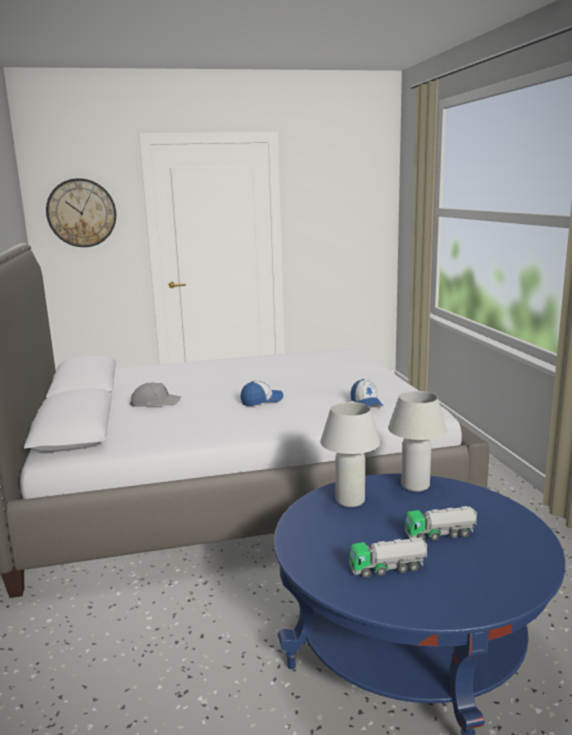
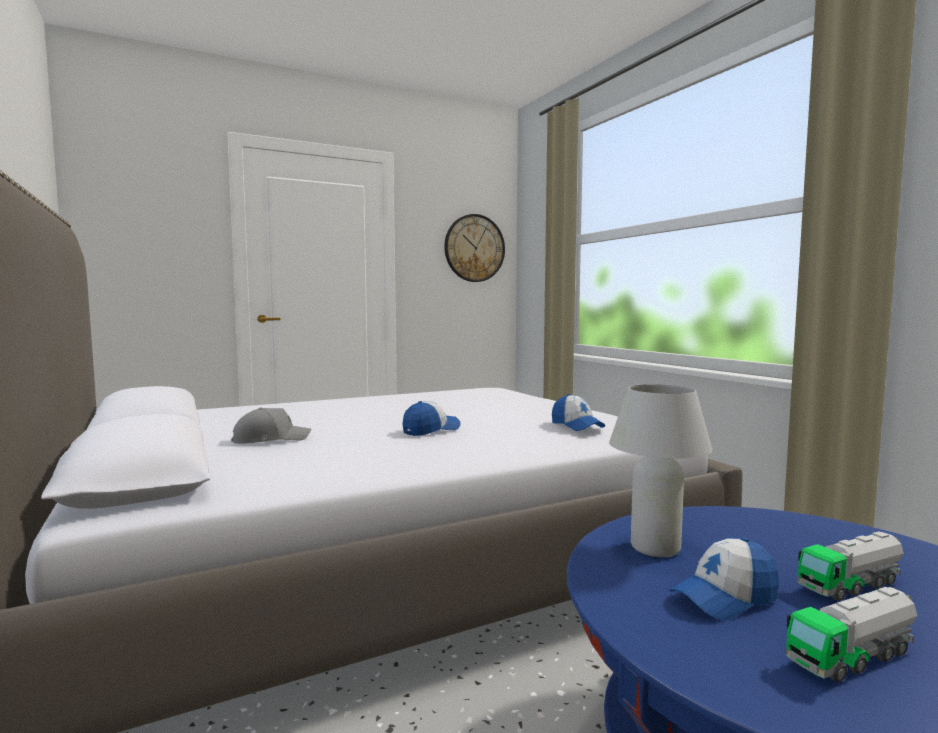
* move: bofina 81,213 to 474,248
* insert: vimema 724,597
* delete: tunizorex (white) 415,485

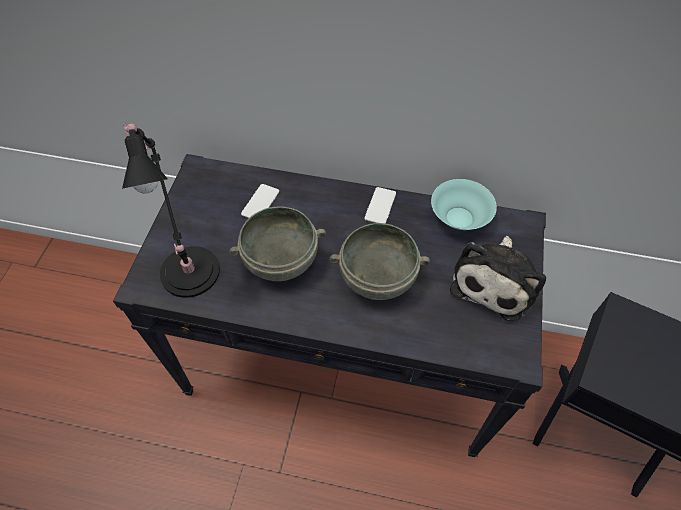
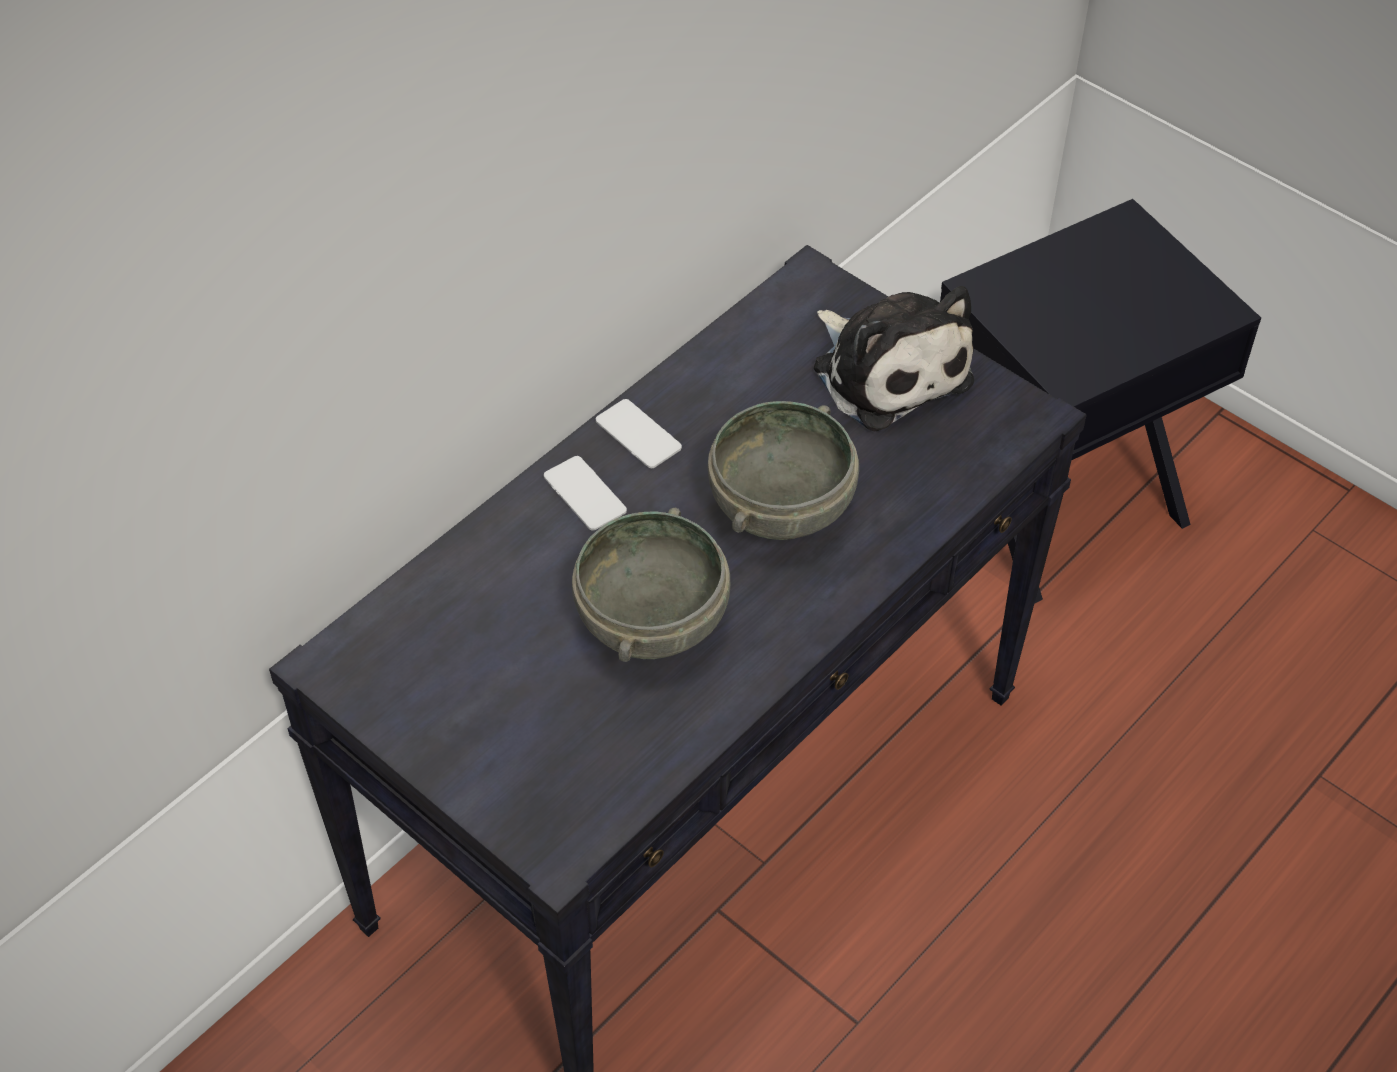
* move: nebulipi 260,203 to 585,494
* delete: tunizorex (black) 190,267
* delete: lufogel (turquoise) 459,218

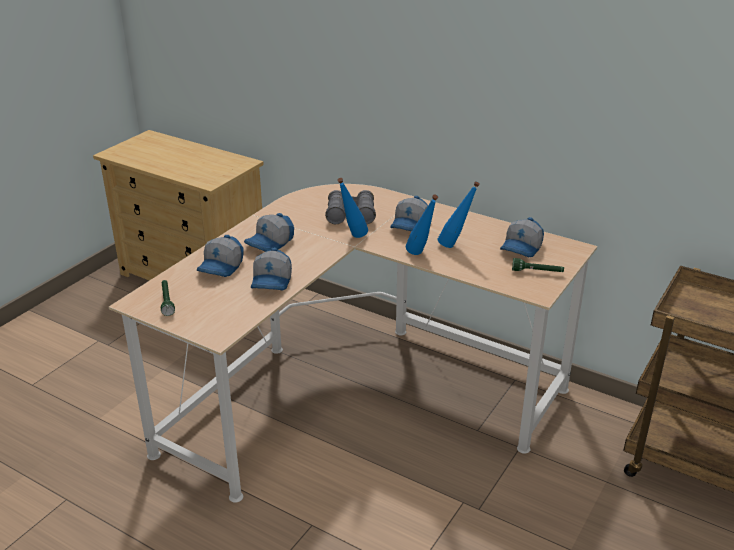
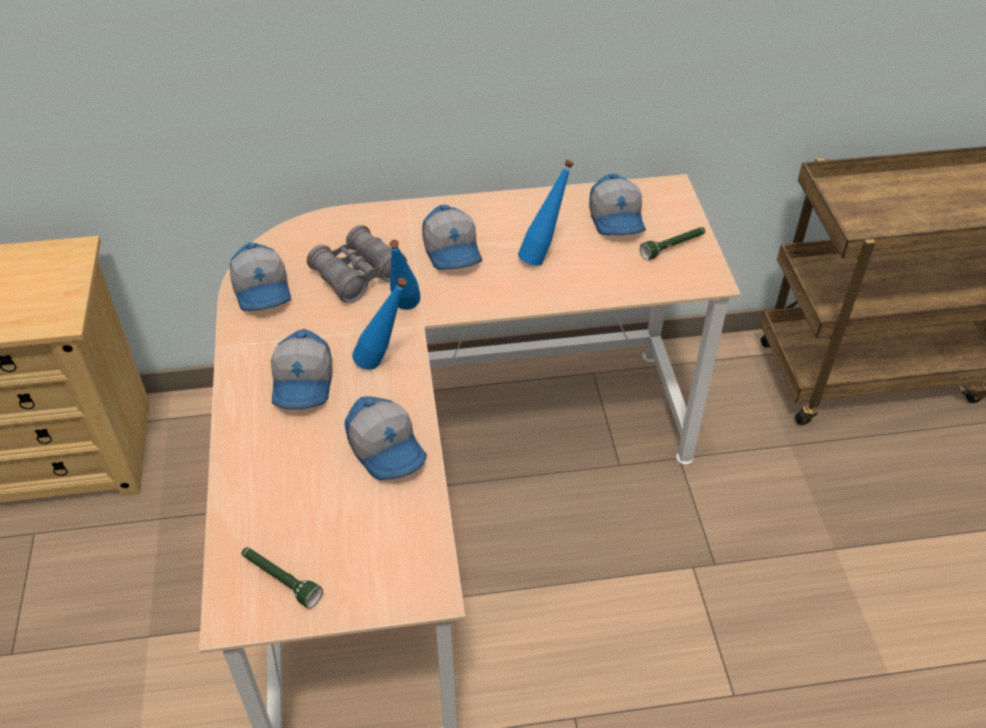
* move: vimema 222,267 to 263,290
* move: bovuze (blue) 421,255 to 383,364

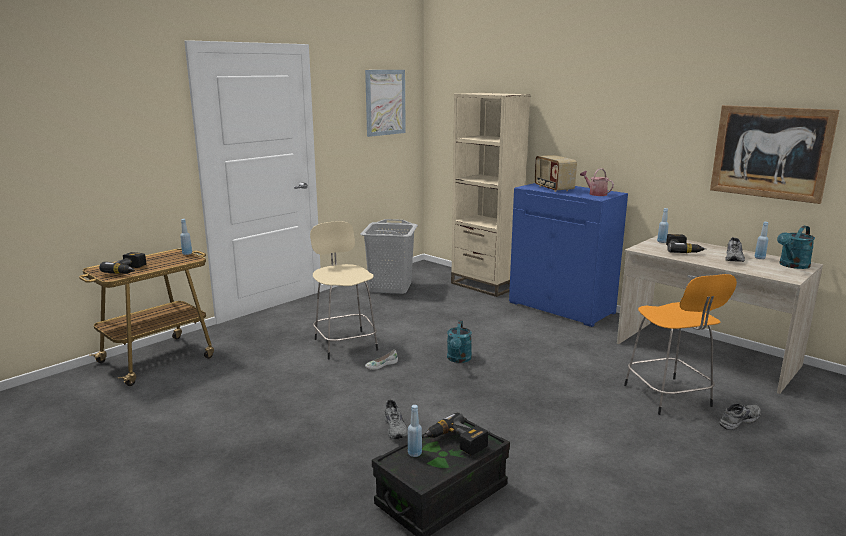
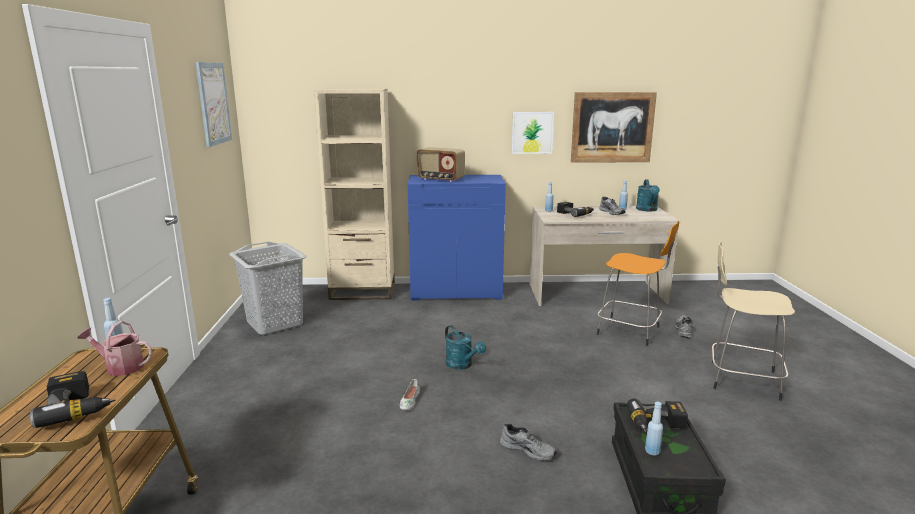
* move: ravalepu 595,194 to 120,367
* insert: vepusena 532,132
* move: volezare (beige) 345,343 to 740,379

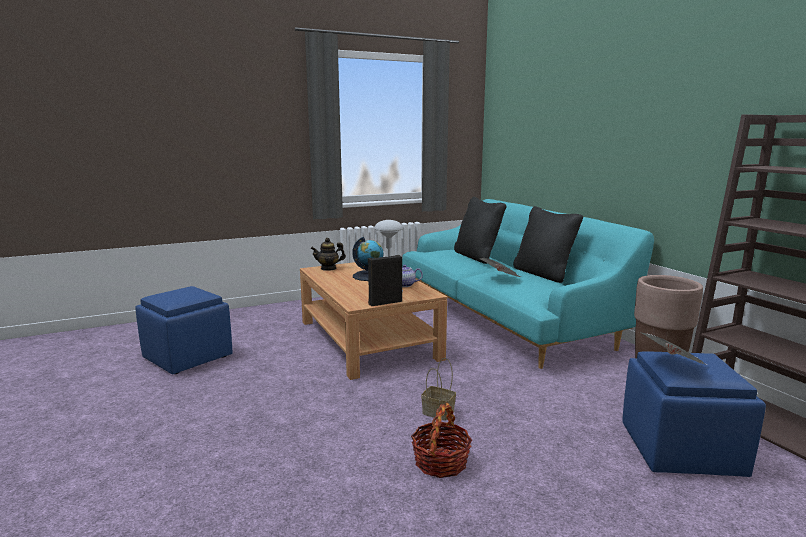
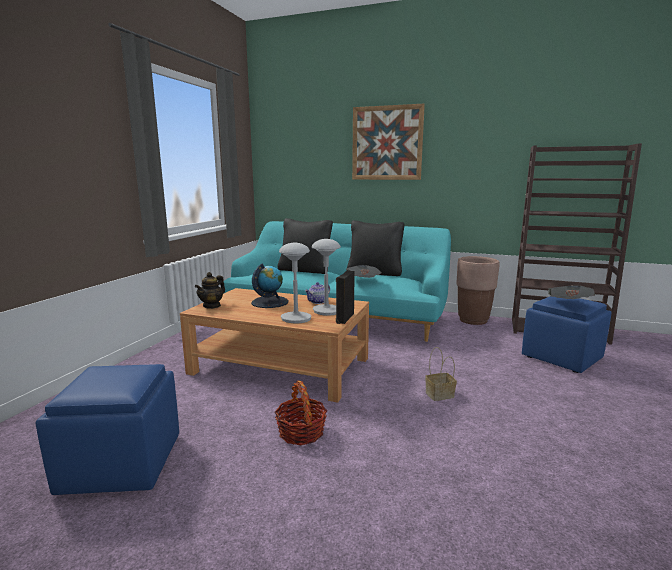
* move: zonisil 441,462 to 301,432
* insert: tunizorex (grey) 295,319
* insert: vepusena 387,143

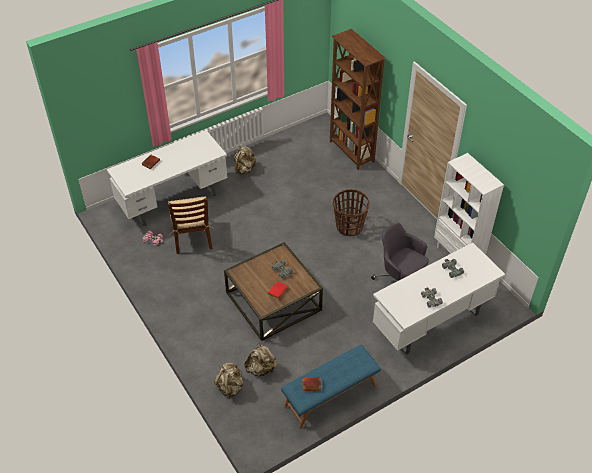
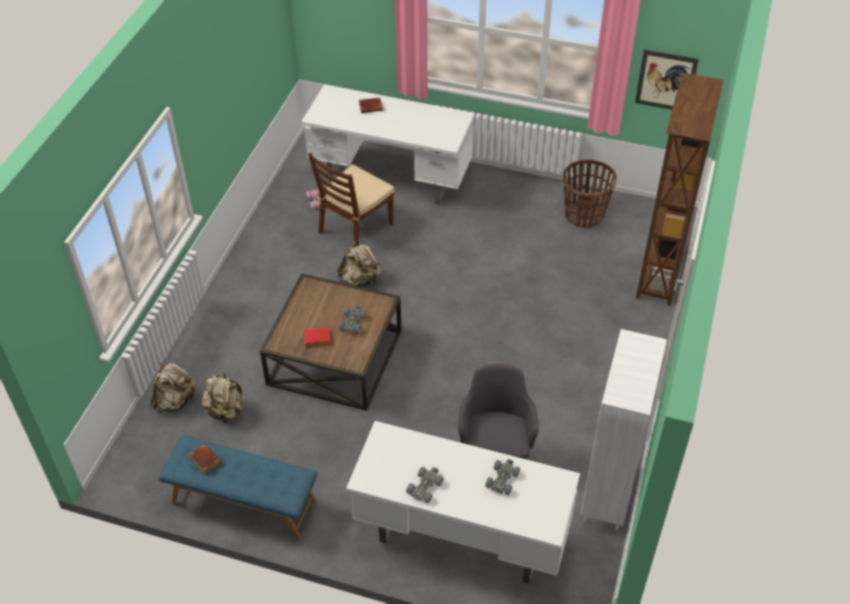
* move: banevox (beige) 244,169 to 360,280
* move: zonisil 349,226 to 584,215
* insert: vepusena 666,81

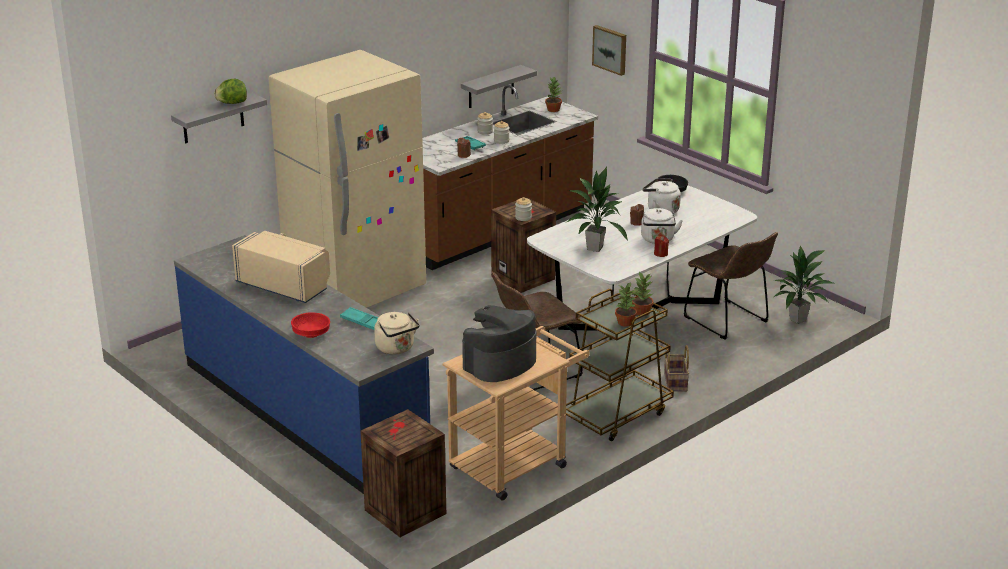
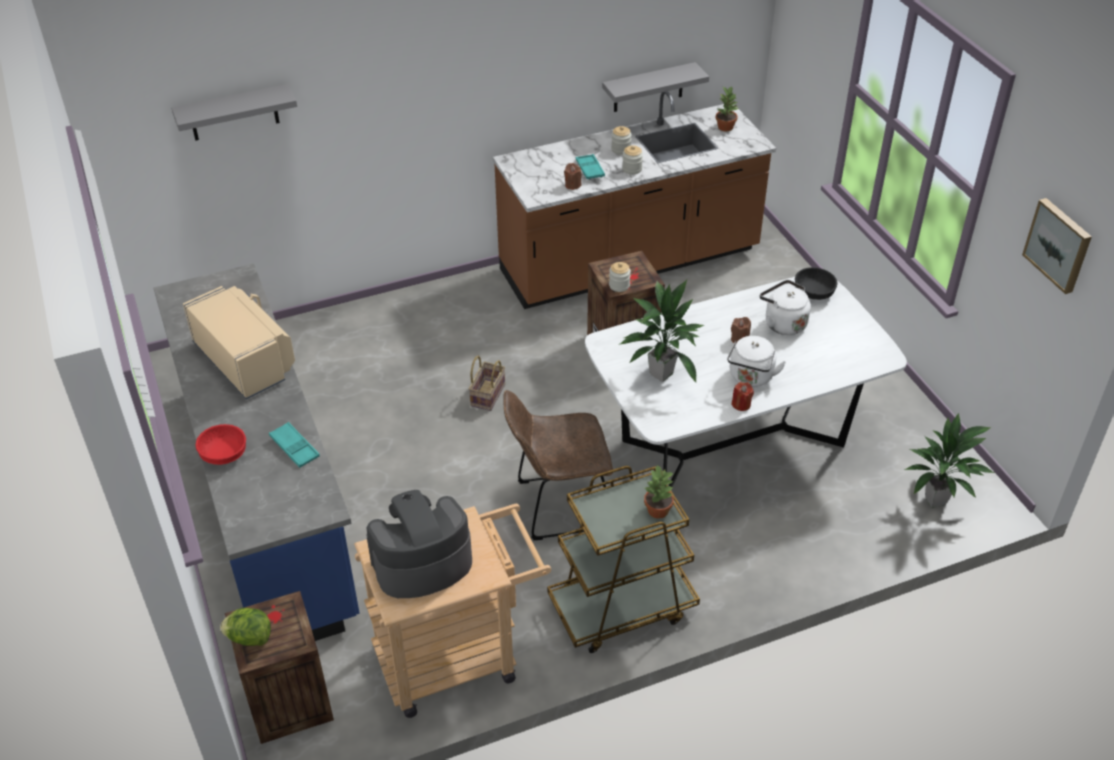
* move: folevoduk 232,103 to 249,638
* move: zonisil 674,381 to 487,394
* move: vepusena 610,49 to 1059,245
* delete: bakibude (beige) 356,290
* delete: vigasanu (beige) 396,348
* delete: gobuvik 625,322
* delete: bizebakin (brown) 728,321

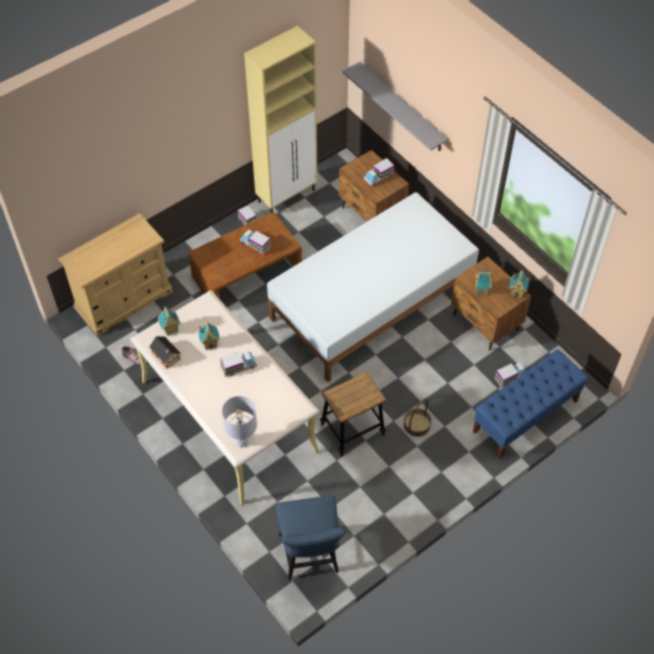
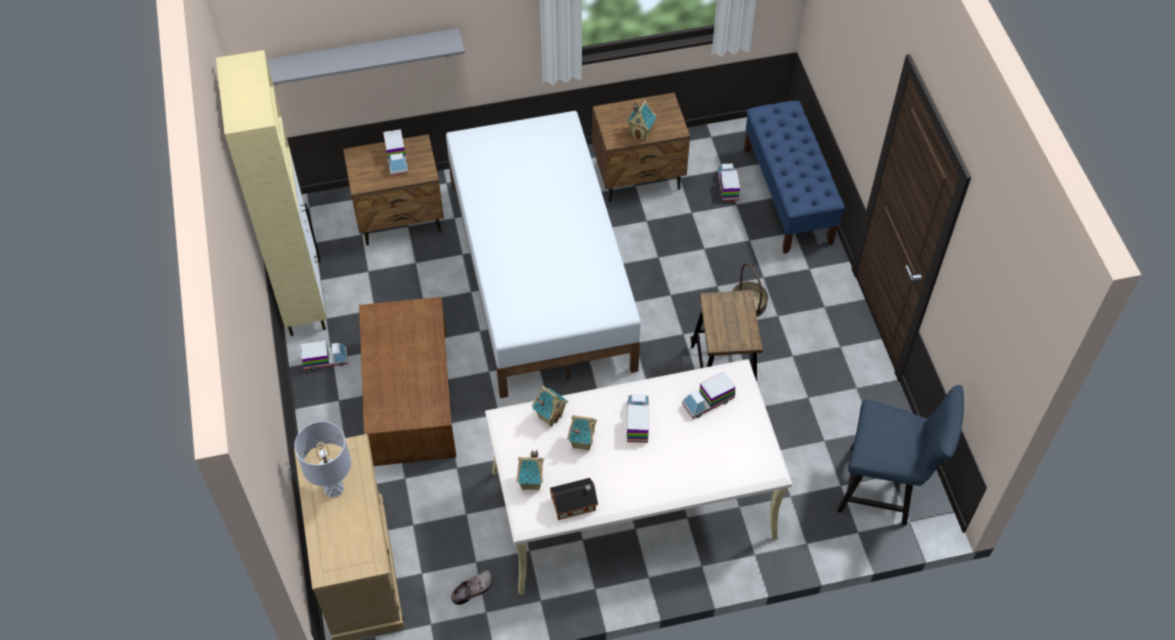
* move: tunizorex (grey) 242,442 to 334,489
* move: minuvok 517,293 to 550,416
* move: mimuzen 255,245 to 708,402

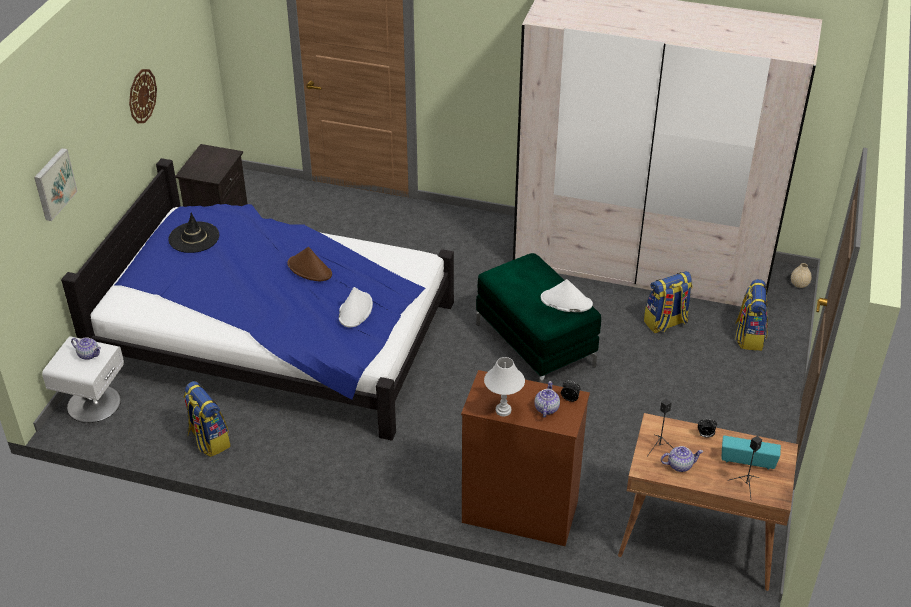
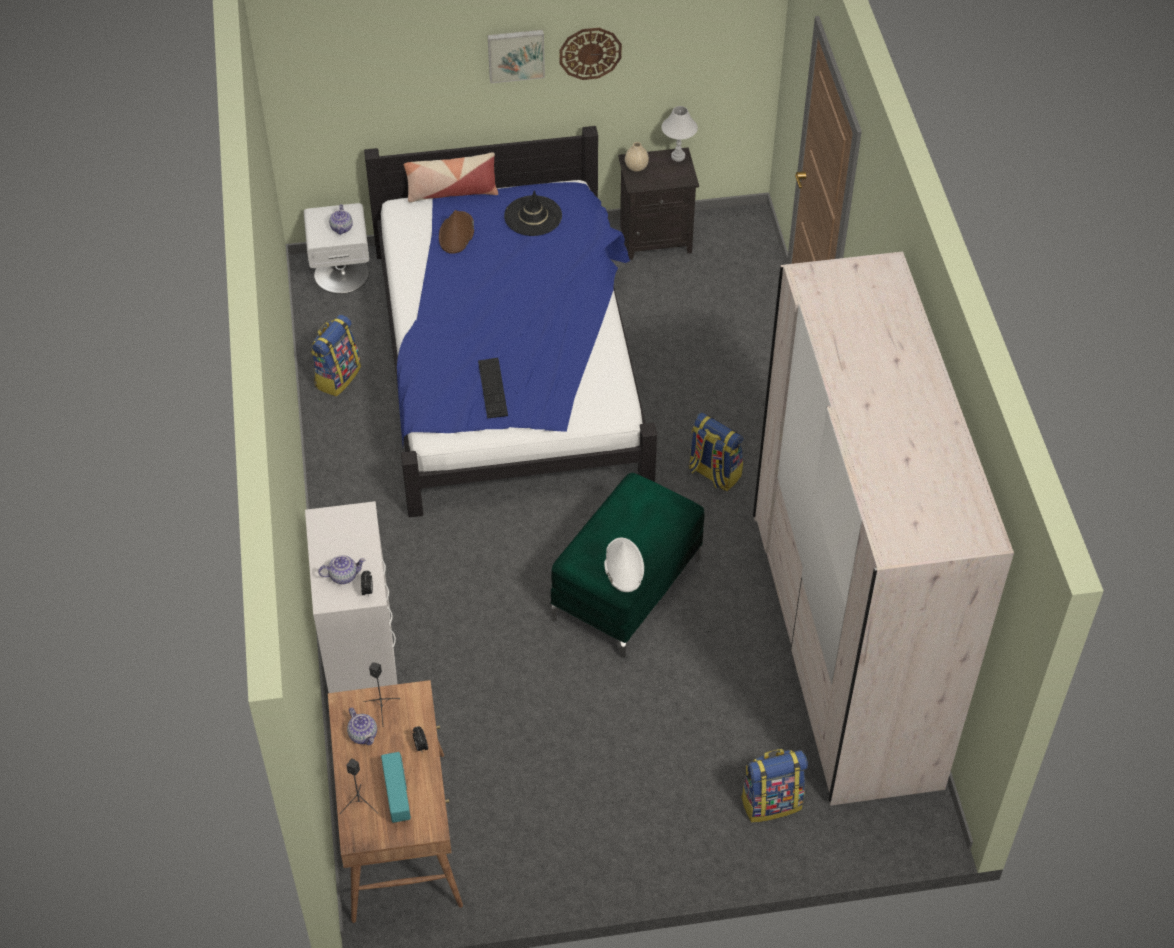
* recolor: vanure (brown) 519,512 to vanure (white) 361,660
* insert: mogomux 451,192
* move: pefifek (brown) 310,269 to 456,233
* replace: pefifek (white) 355,310 to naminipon 492,388
* move: vepusena 53,184 to 516,54
* move: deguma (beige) 799,284 to 636,167
* move: tunizorex (white) 503,411 to 677,156
* move: banevox 665,323 to 713,473

